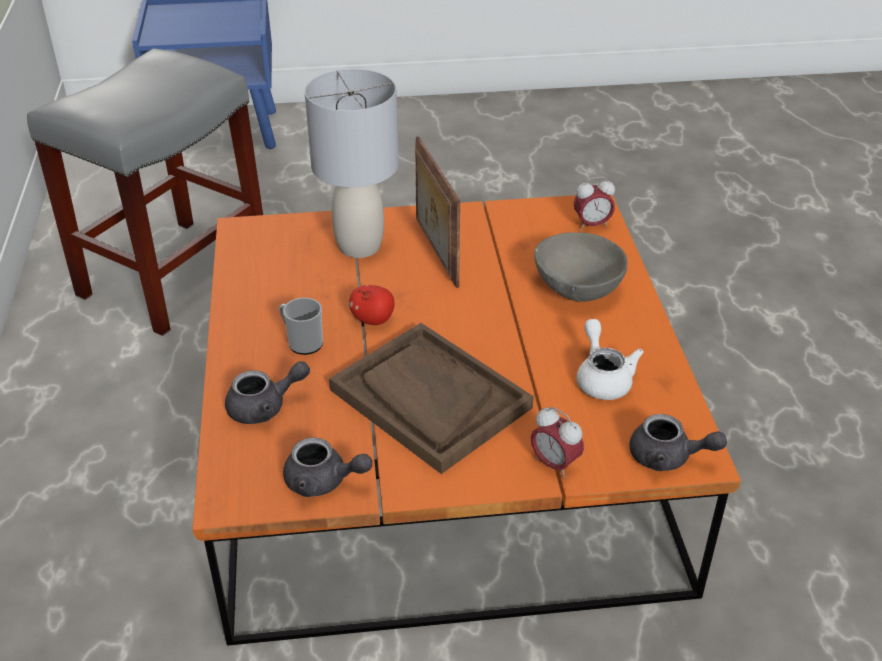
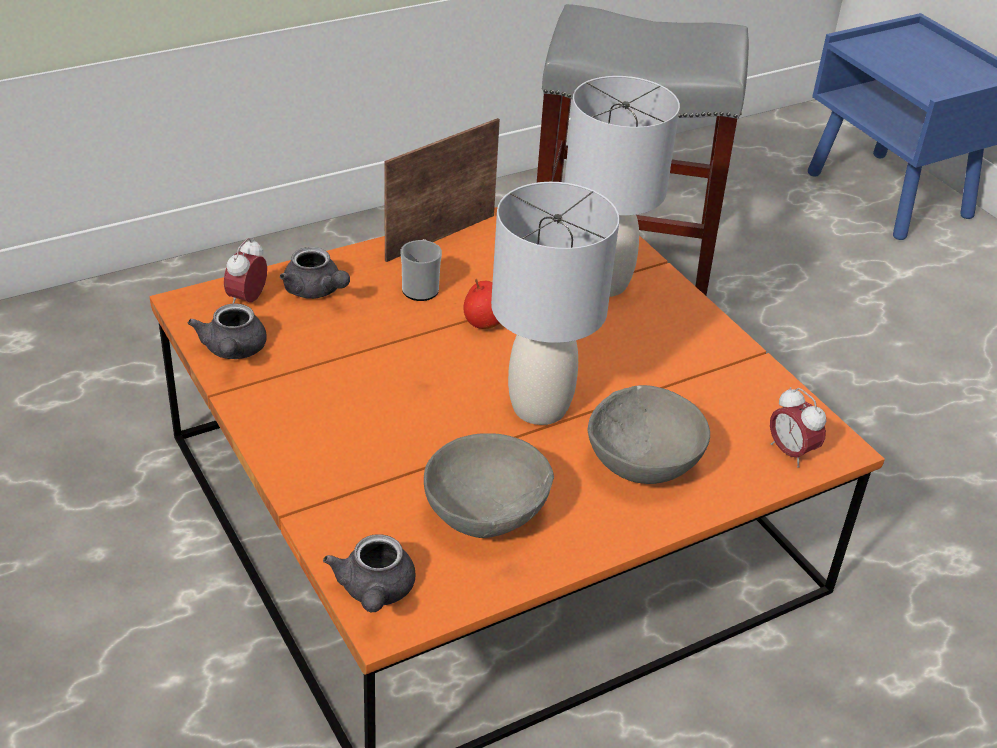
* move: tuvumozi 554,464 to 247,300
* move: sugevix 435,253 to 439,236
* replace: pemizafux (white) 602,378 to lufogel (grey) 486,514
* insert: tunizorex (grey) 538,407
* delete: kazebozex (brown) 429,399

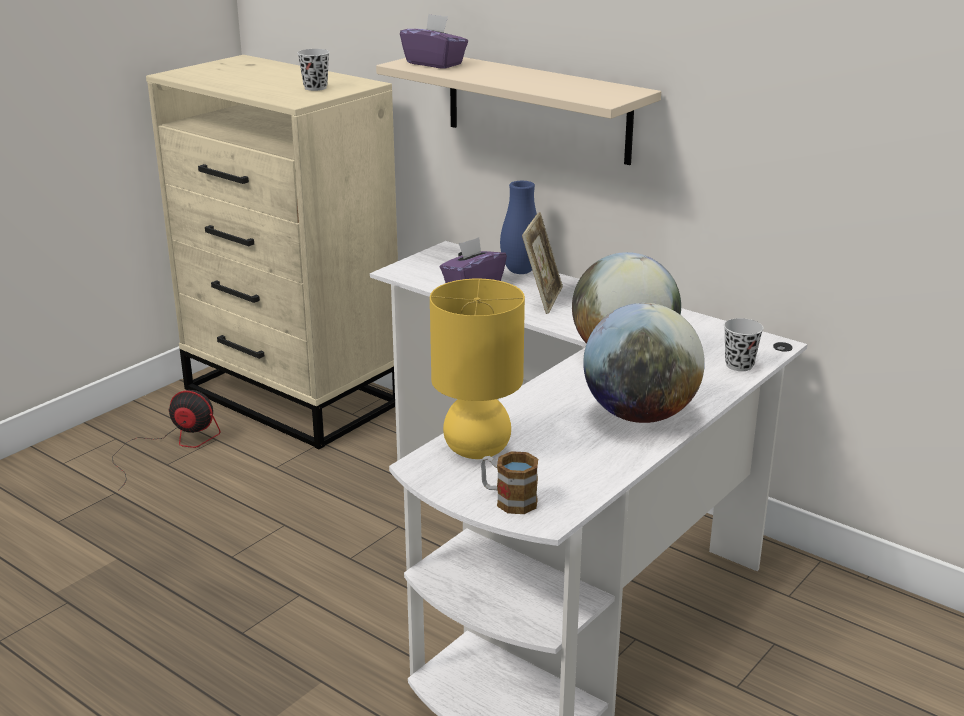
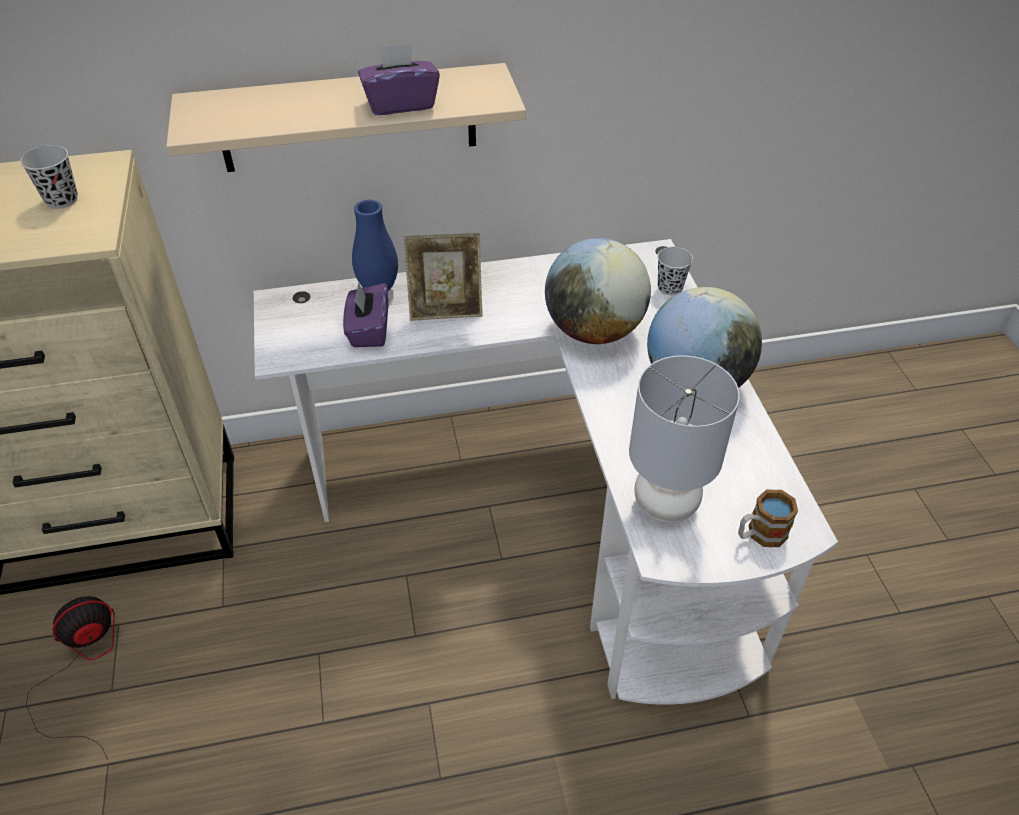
* move: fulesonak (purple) 434,63 to 400,104
* rotate: sugevix 542,299 = 446,310 120 degrees clockwise
* recolor: tunizorex (yellow) 478,449 to tunizorex (grey) 665,504

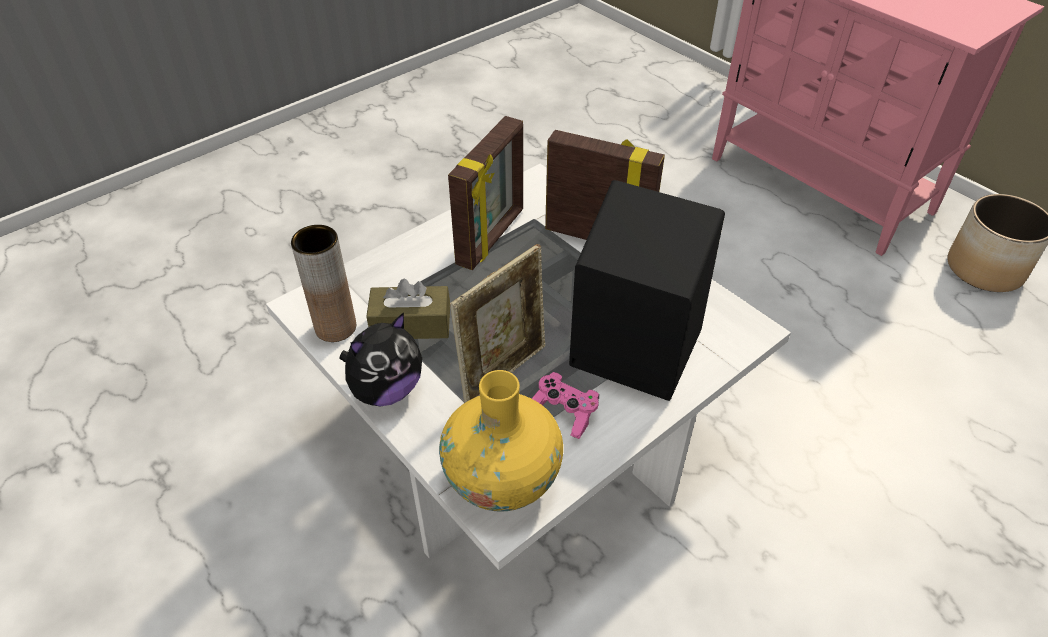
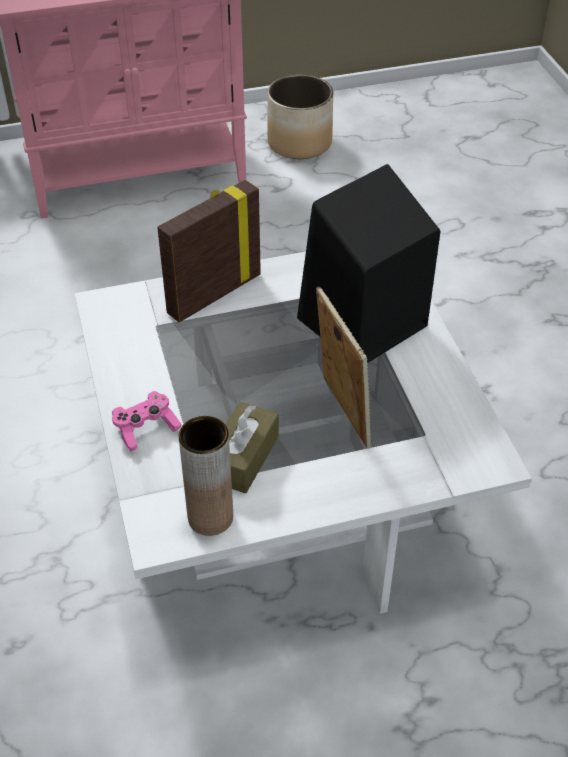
* move: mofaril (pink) 563,412 to 146,428
* delete: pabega 386,390
* delete: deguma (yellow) 502,478
* delete: sugevix 492,237

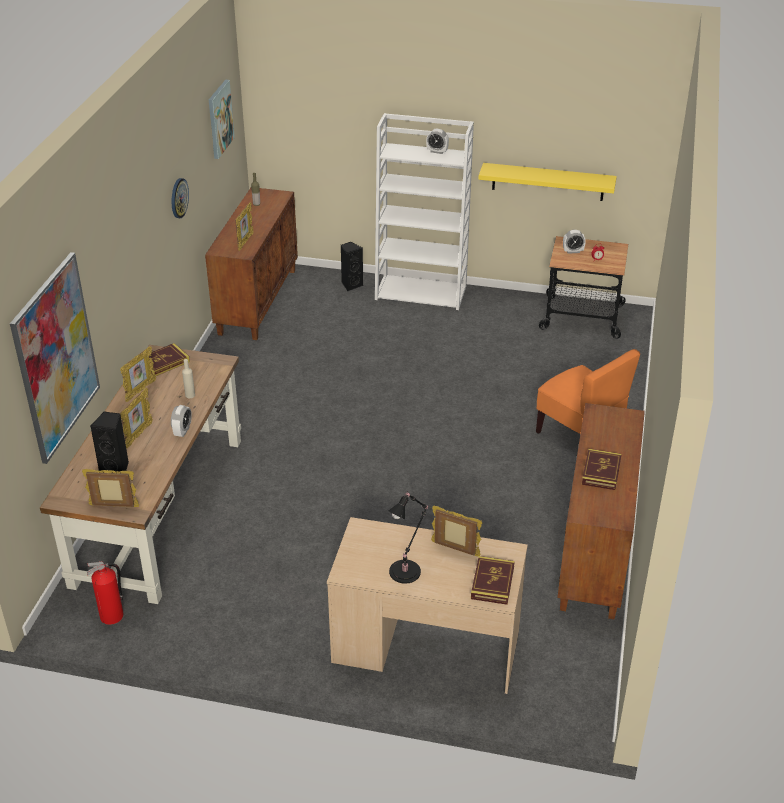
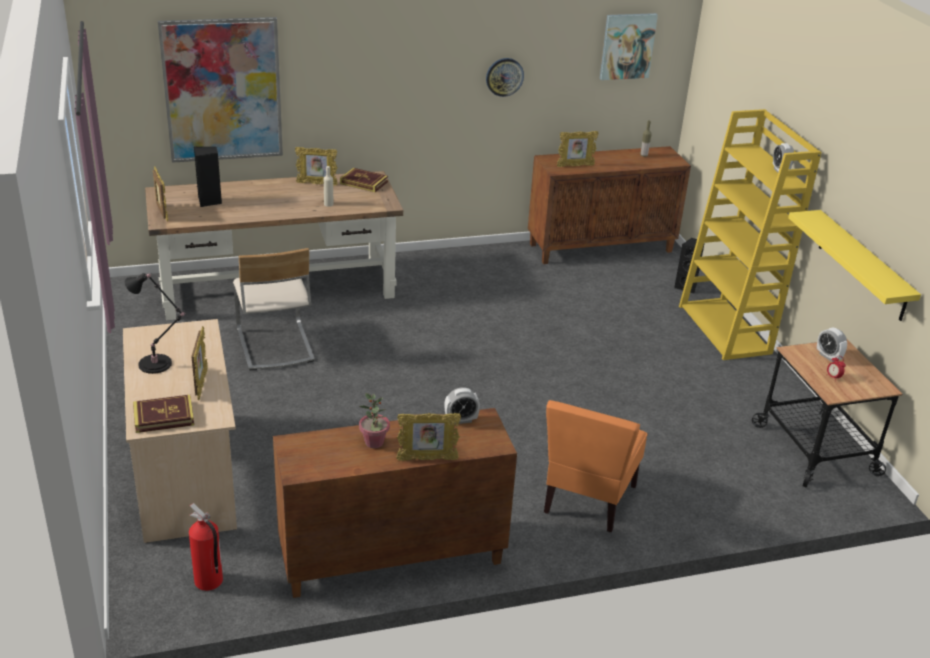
* move: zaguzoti 112,616 to 208,581
* insert: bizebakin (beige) 274,345
* replace: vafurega 601,472 to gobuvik 374,442
* move: sugevix 138,435 to 427,459
* move: tuvumozi 182,431 to 461,420
* recolor: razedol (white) 422,292 to razedol (yellow) 725,330

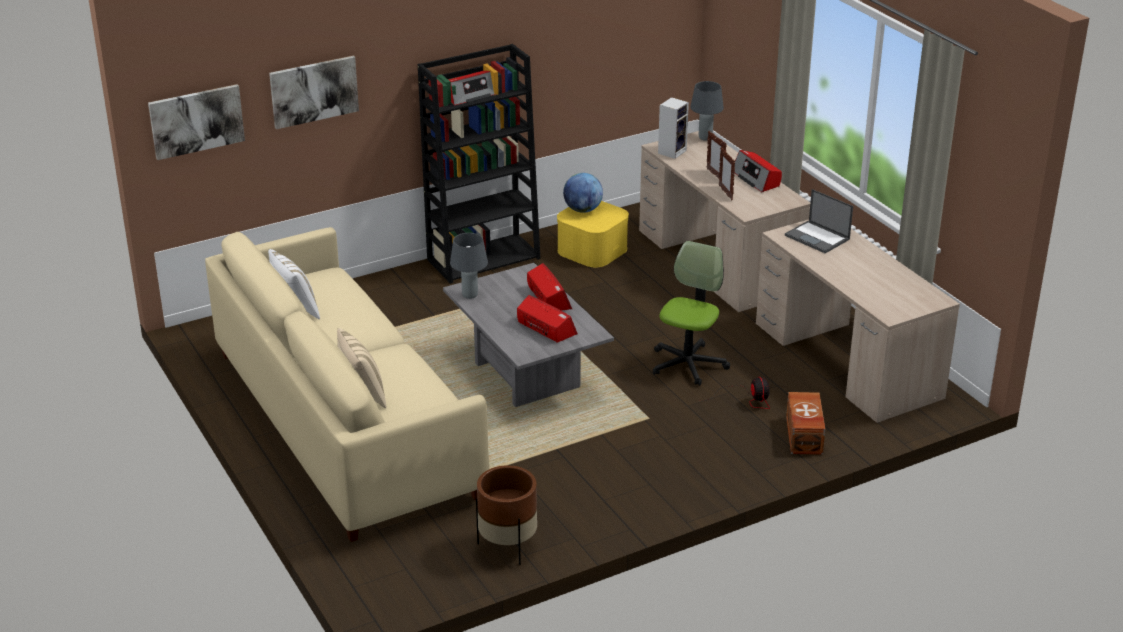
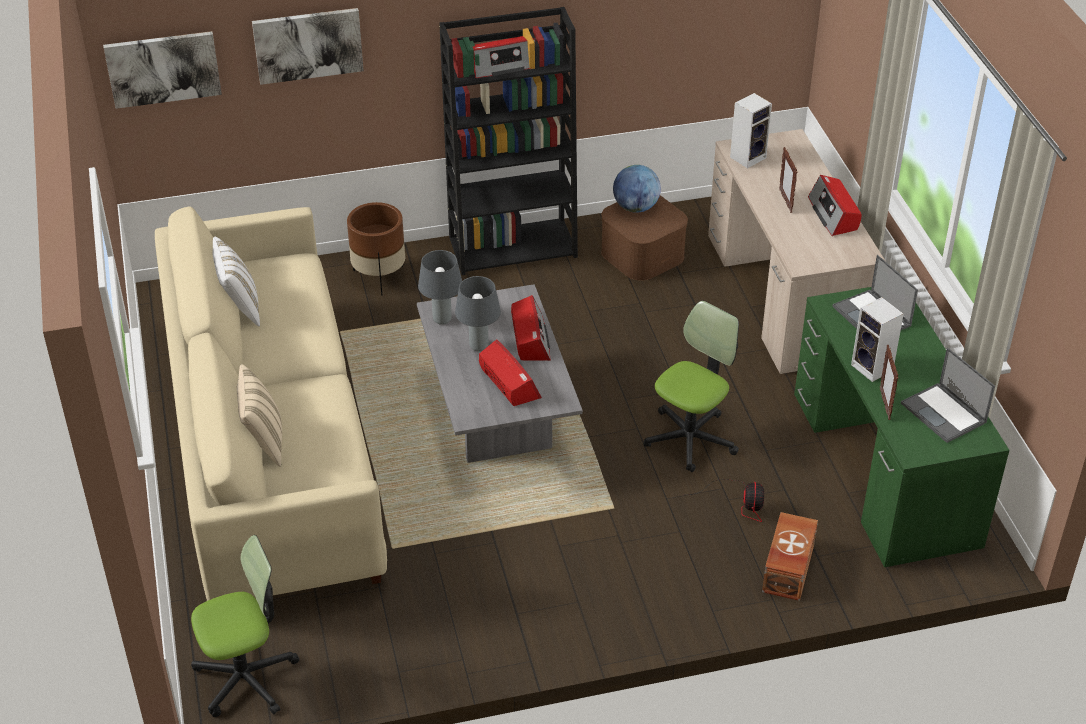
* insert: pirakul 246,678
* move: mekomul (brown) 508,546 to 379,277
* move: tunizorex (grey) 705,138 to 479,347
* recolor: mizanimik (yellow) 592,249 to mizanimik (brown) 642,254
* recolor: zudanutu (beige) 846,360 to zudanutu (green) 884,468
* insert: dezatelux 873,368
* move: sugevix 725,193 to 884,404
* insert: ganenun 944,413

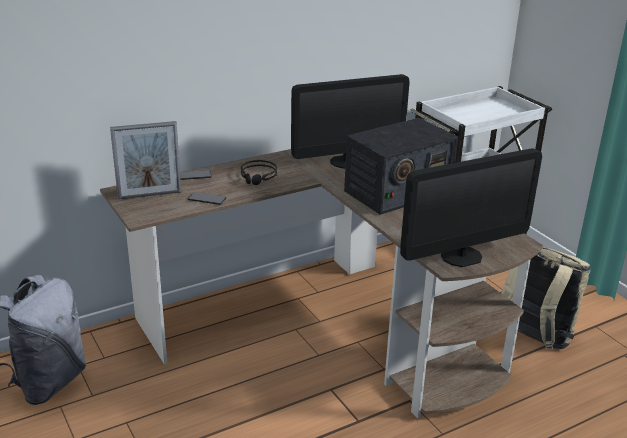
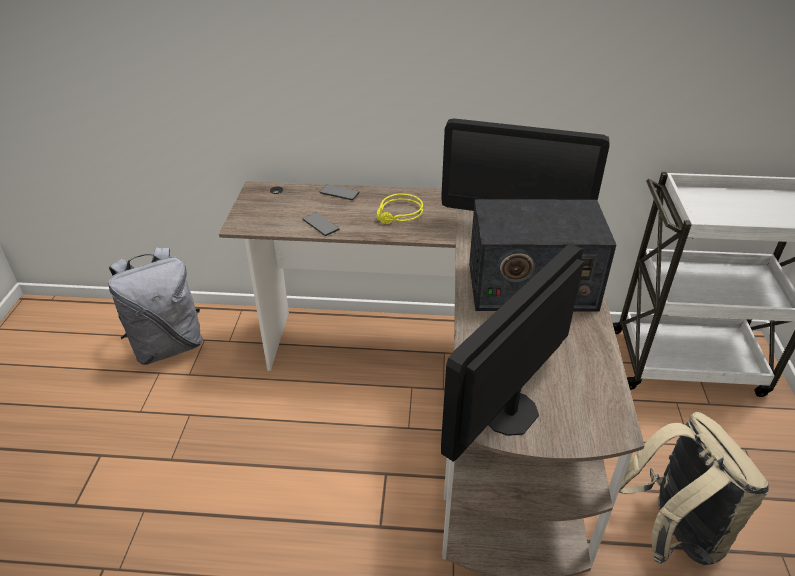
* recolor: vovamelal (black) 259,177 to vovamelal (yellow) 399,214
* rotate: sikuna 461,256 = 510,413 120 degrees clockwise
* delete: sugevix 149,195

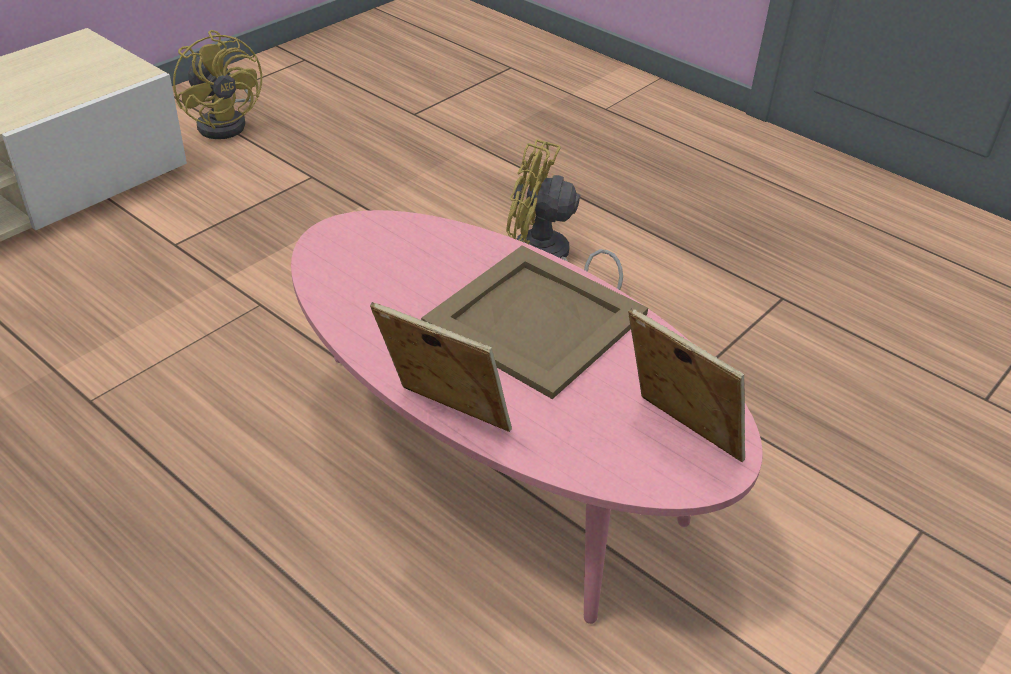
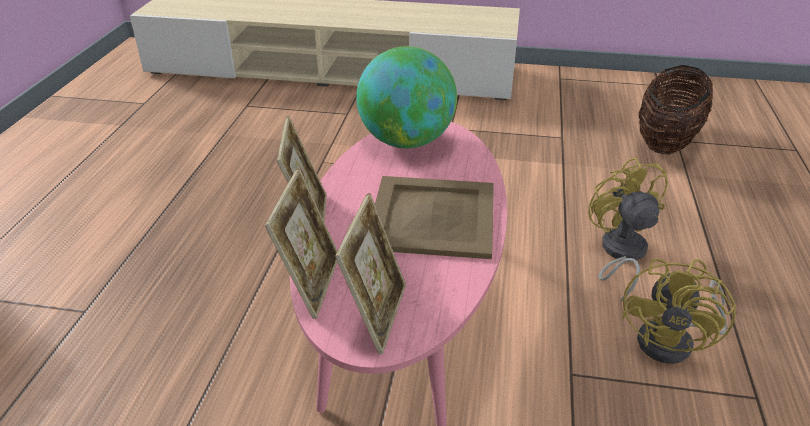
* insert: sugevix 310,284
* insert: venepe 406,141
* move: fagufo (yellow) 227,122 to 674,342
* insert: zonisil 666,142

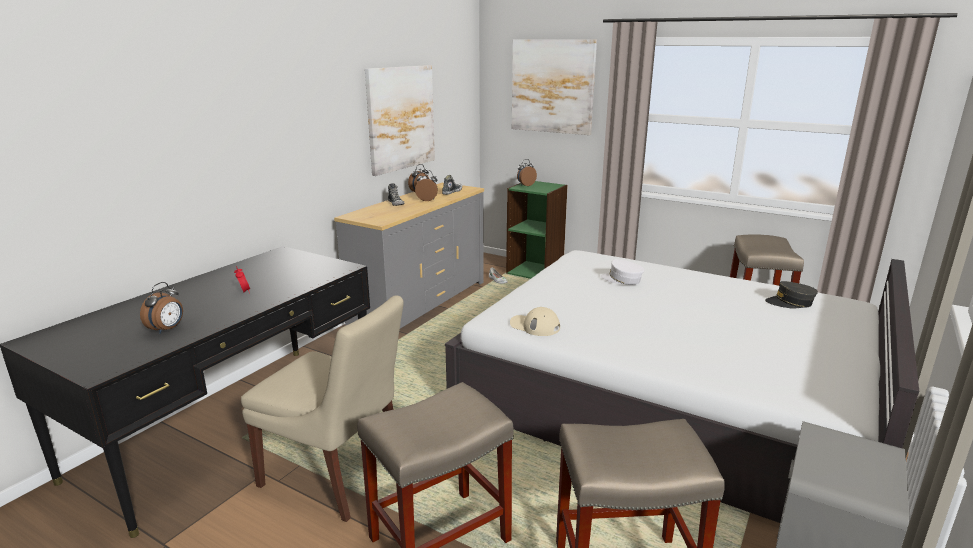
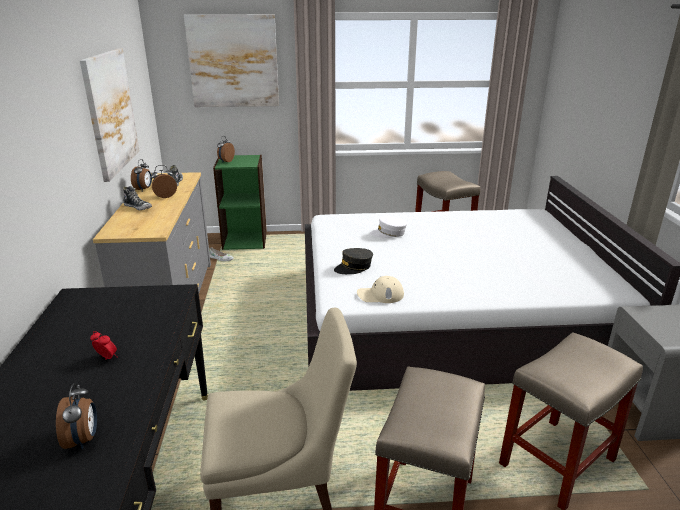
* move: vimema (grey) 790,303 to 354,267

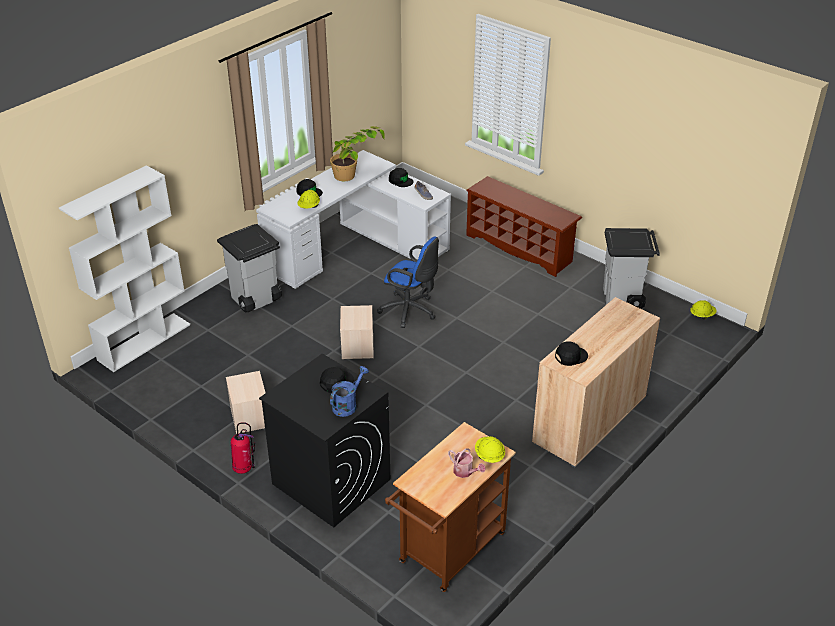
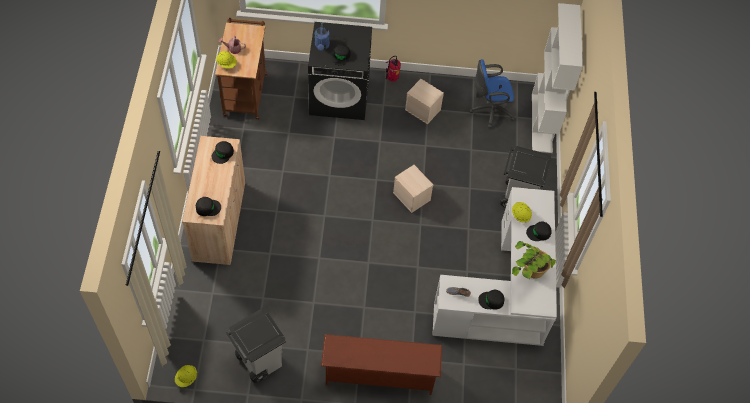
* insert: vimema (black) 208,207
* move: pirakul (blue) 410,311 to 489,110

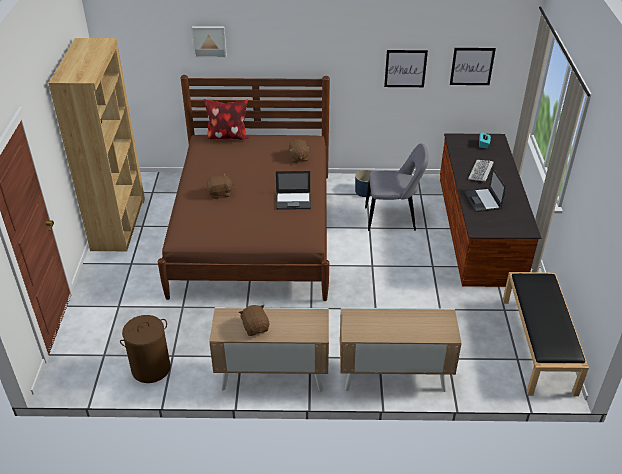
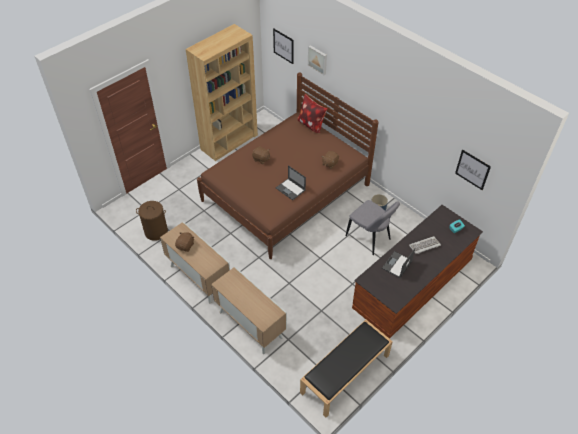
* move: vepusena 405,68 to 283,46

